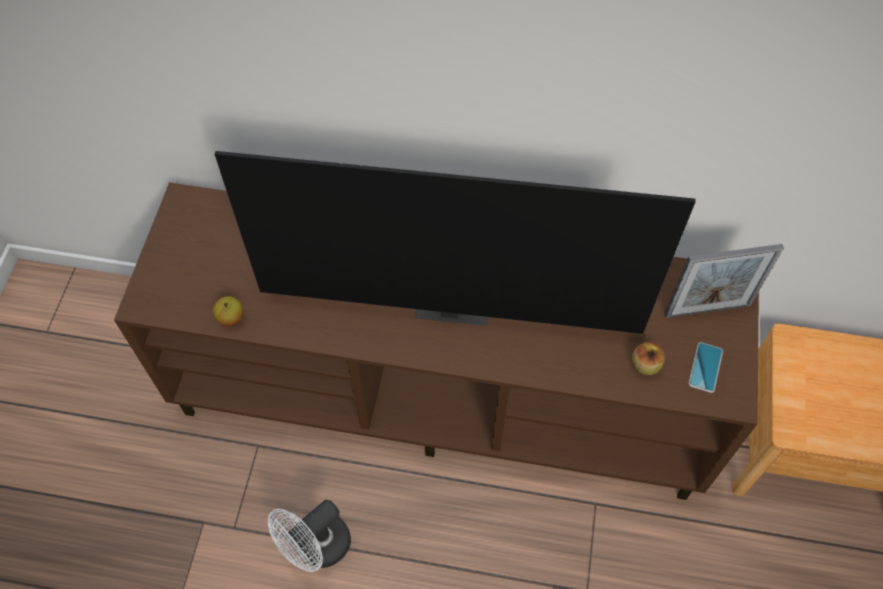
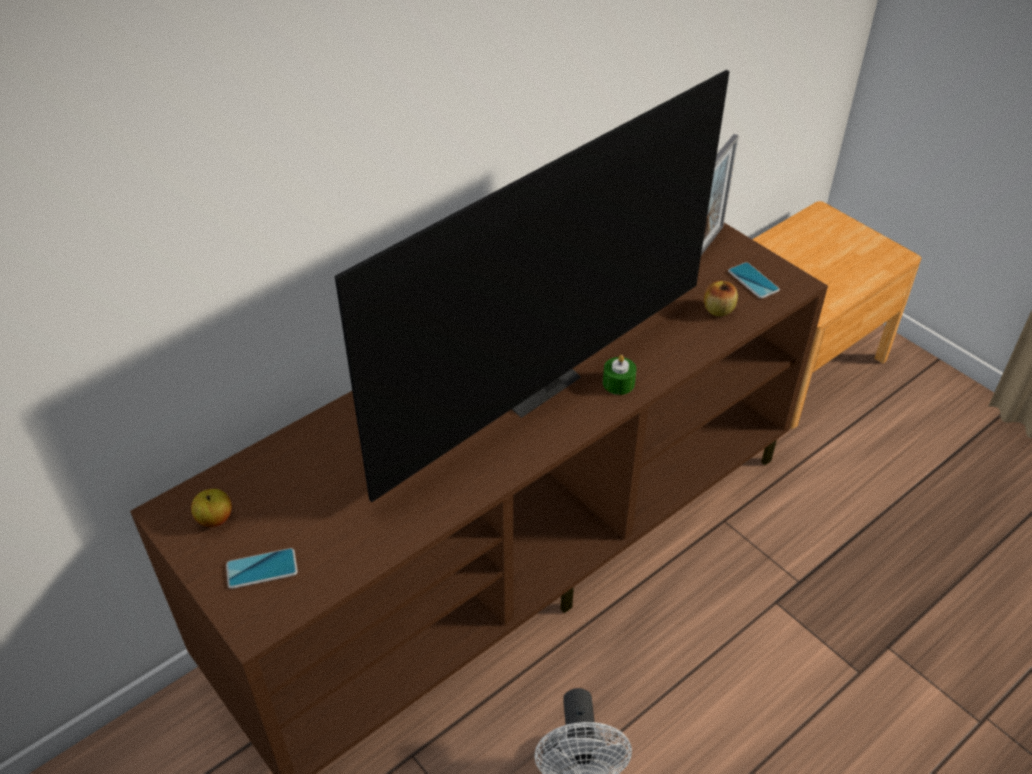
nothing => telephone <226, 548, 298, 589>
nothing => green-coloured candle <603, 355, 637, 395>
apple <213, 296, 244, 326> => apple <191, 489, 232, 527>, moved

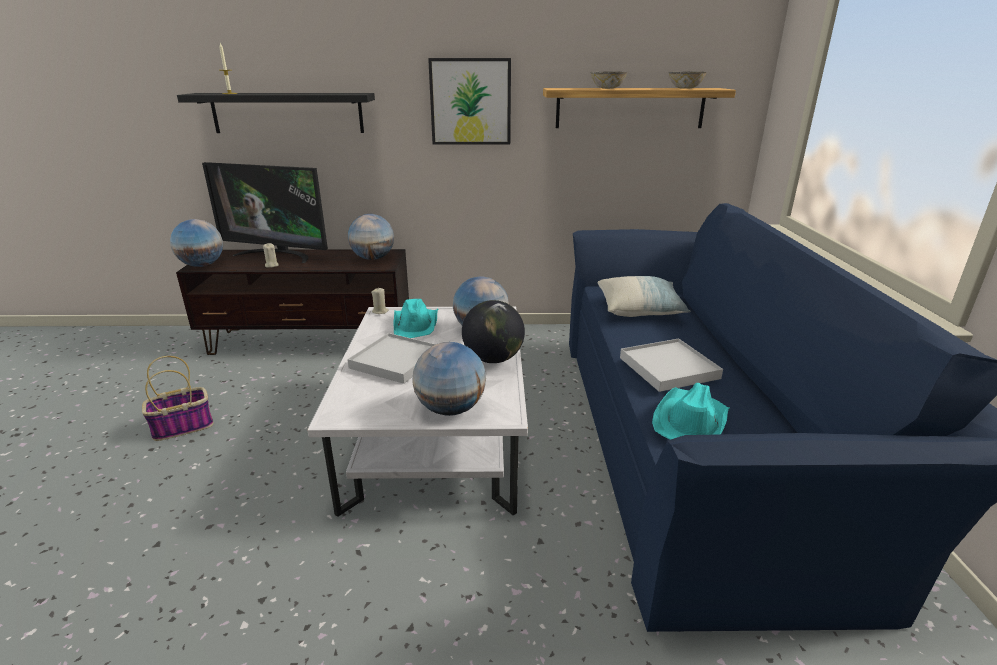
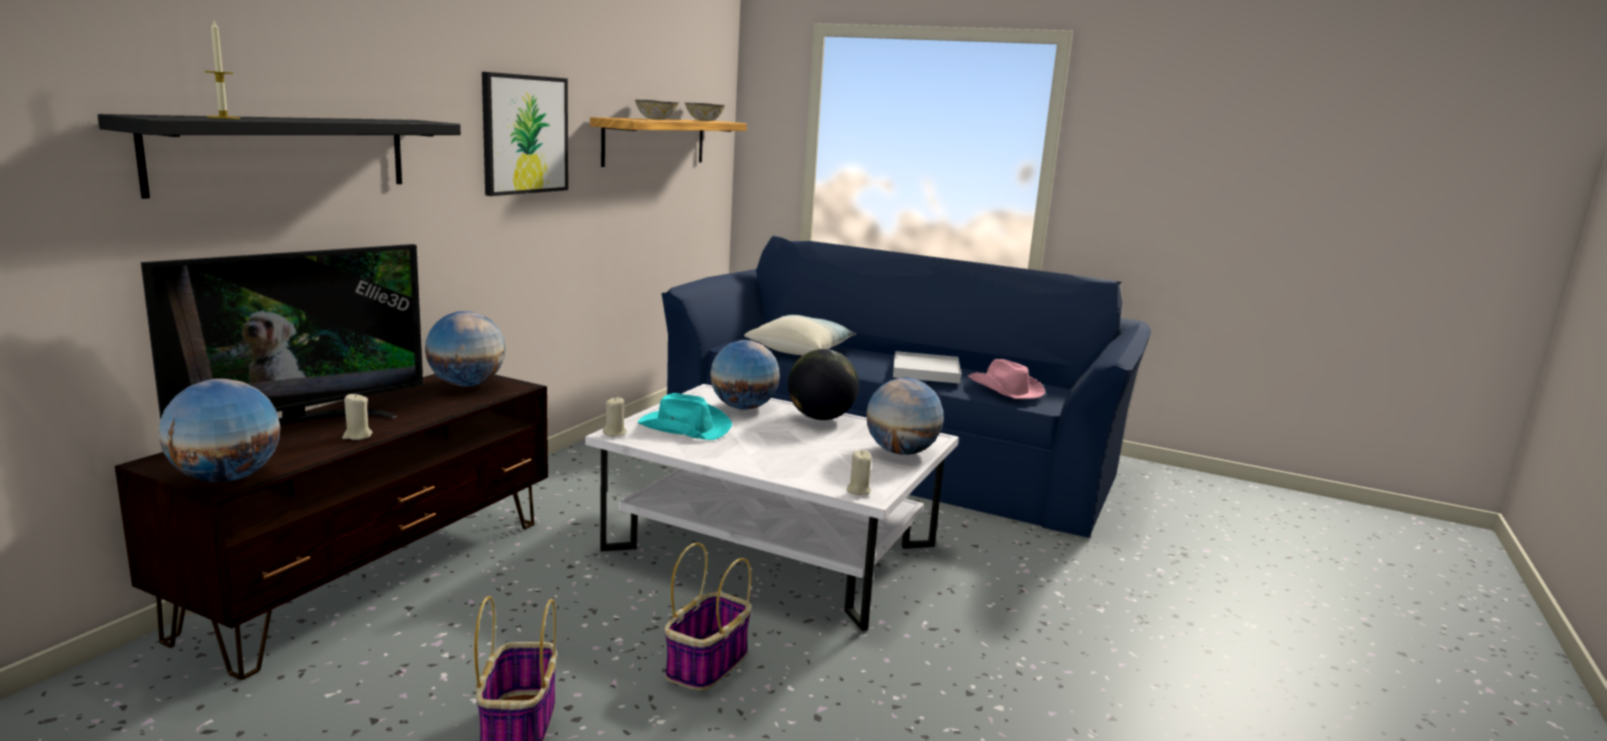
whitish tray <347, 333, 436, 384> => nothing
nothing => basket <665, 543, 752, 691>
nothing => beige candle <847, 450, 872, 495>
turquoise-coloured clothing hat <652, 383, 730, 440> => pink-coloured clothing hat <968, 359, 1045, 399>

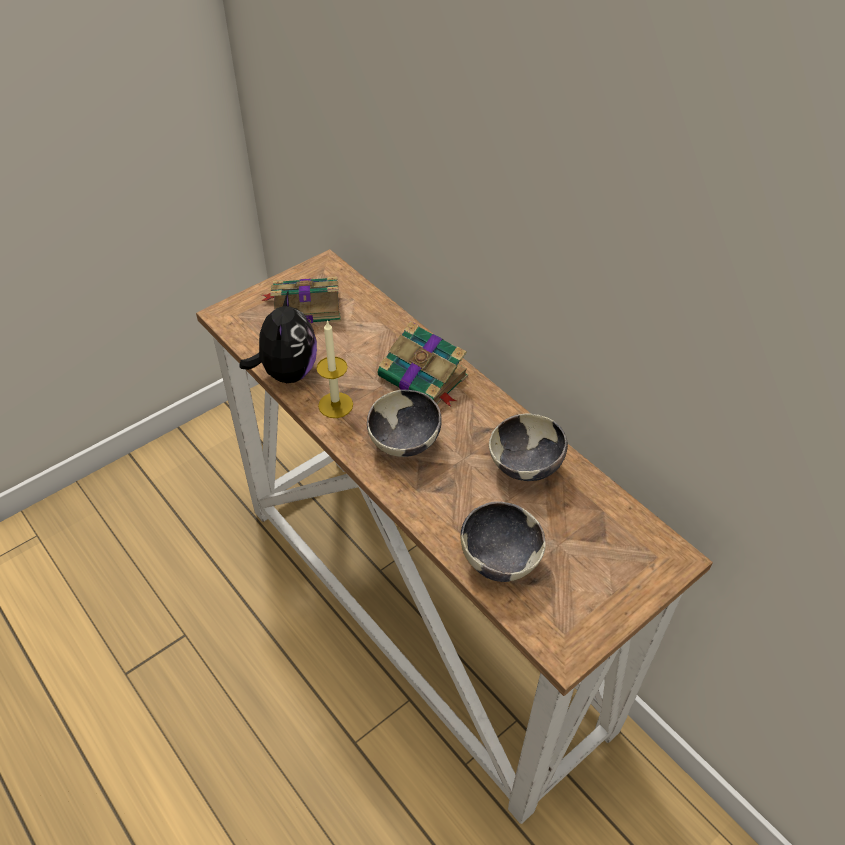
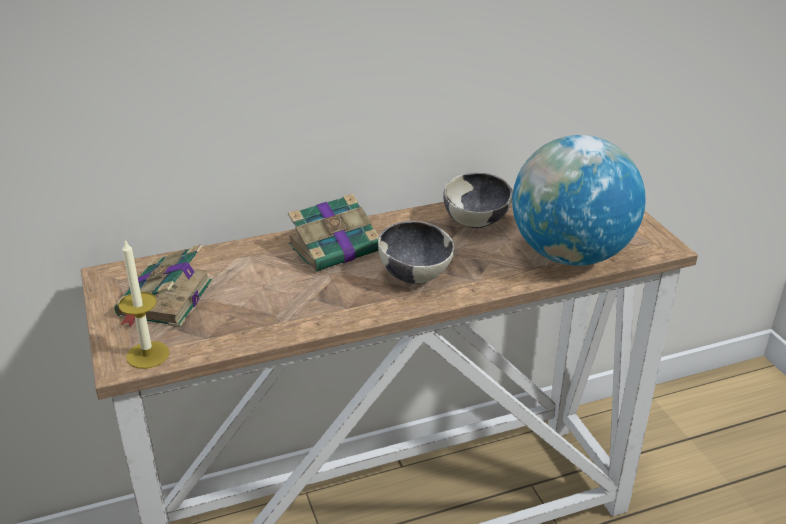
soft toy <240, 290, 317, 383> => nothing
candle <316, 320, 353, 418> => candle <119, 239, 169, 369>, moved
bowl <460, 501, 546, 582> => desk globe <512, 135, 646, 266>

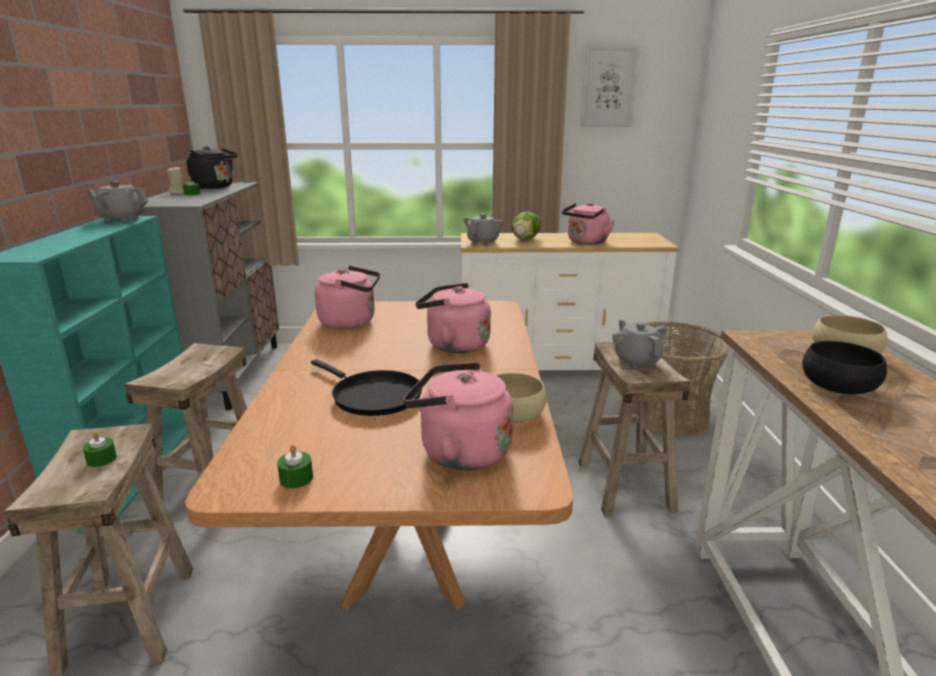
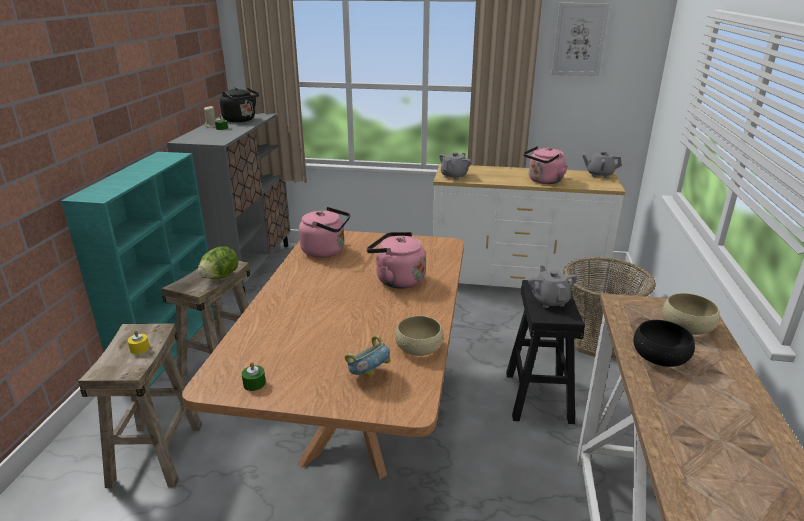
black-coloured skillet <311, 359, 422, 416> => nothing
greyish pot for tea <84, 181, 148, 222> => greyish pot for tea <582, 151, 622, 178>, moved
lettuce head <512, 211, 541, 240> => lettuce head <198, 246, 238, 279>, moved
pink-coloured kettle <404, 362, 513, 470> => bowl <345, 334, 391, 377>
green-coloured candle <83, 432, 117, 467> => yellow candle <128, 330, 150, 354>
beige stool <578, 342, 690, 516> => black-coloured stool <506, 280, 585, 424>

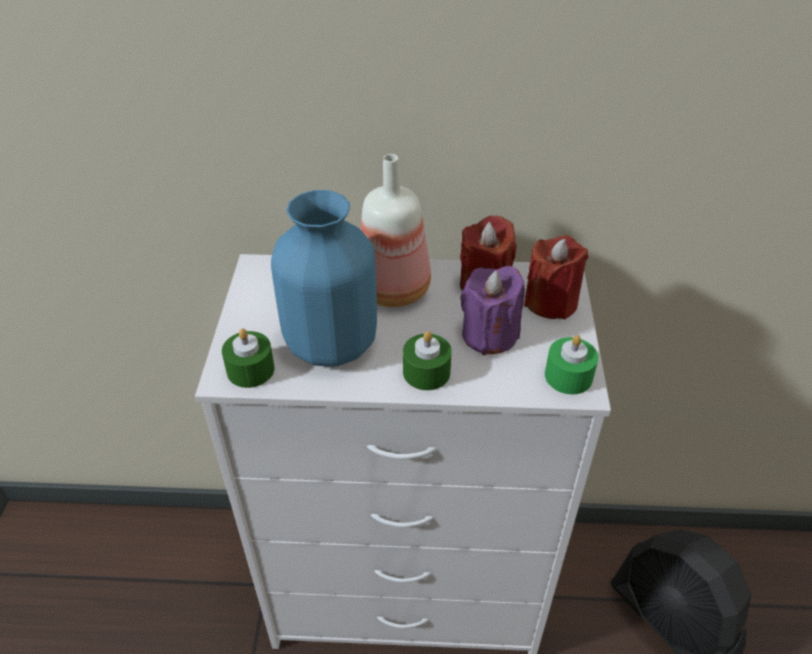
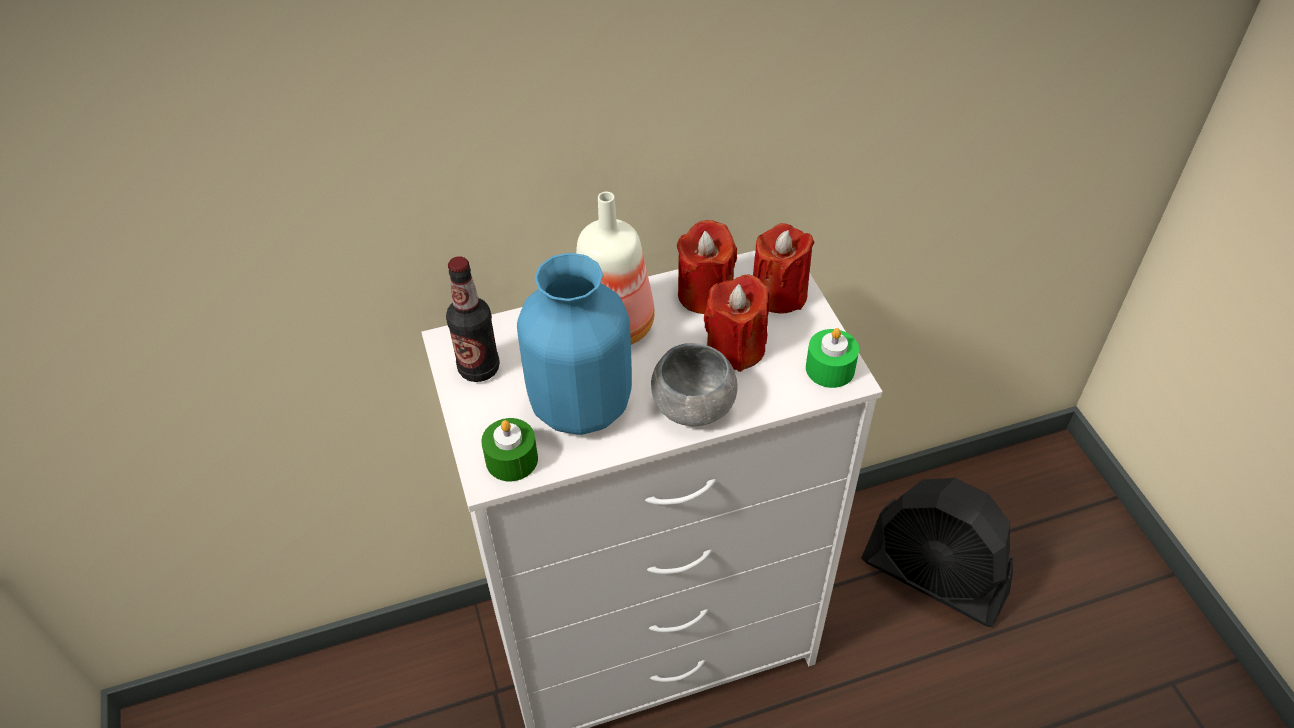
nothing => bottle <446, 256, 500, 382>
green-coloured candle <403, 331, 452, 390> => greyish bowl <651, 343, 738, 426>
purple-coloured candle <460, 266, 525, 355> => red candle <704, 275, 769, 372>

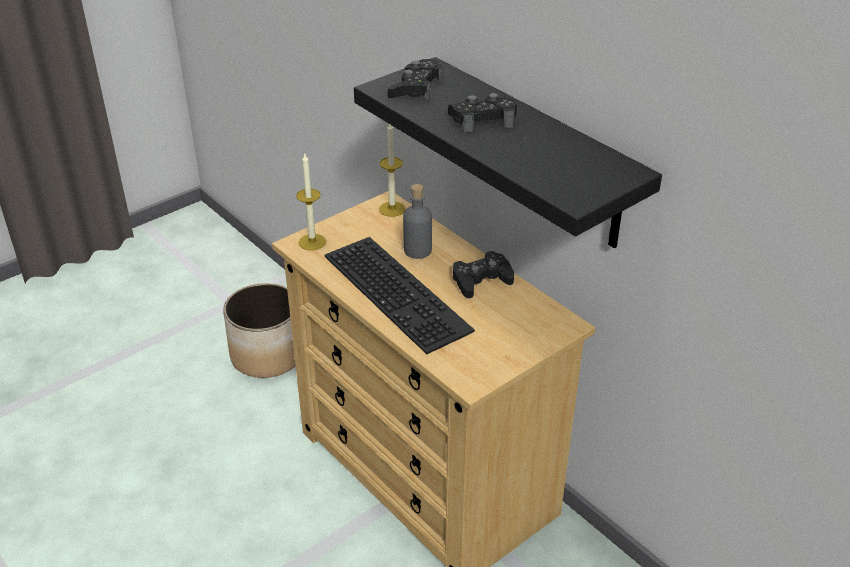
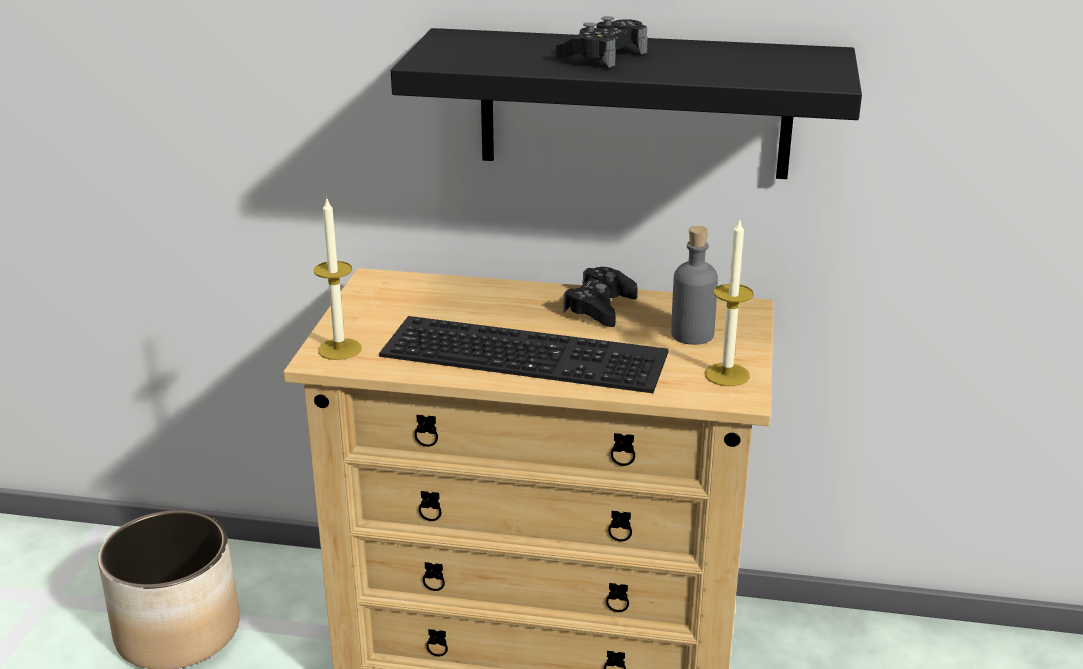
black-coloured joypad <388, 59, 444, 102> => nothing
candle <379, 124, 405, 217> => candle <704, 218, 754, 386>, moved
greyish bottle <403, 184, 432, 259> => greyish bottle <671, 226, 718, 345>, moved

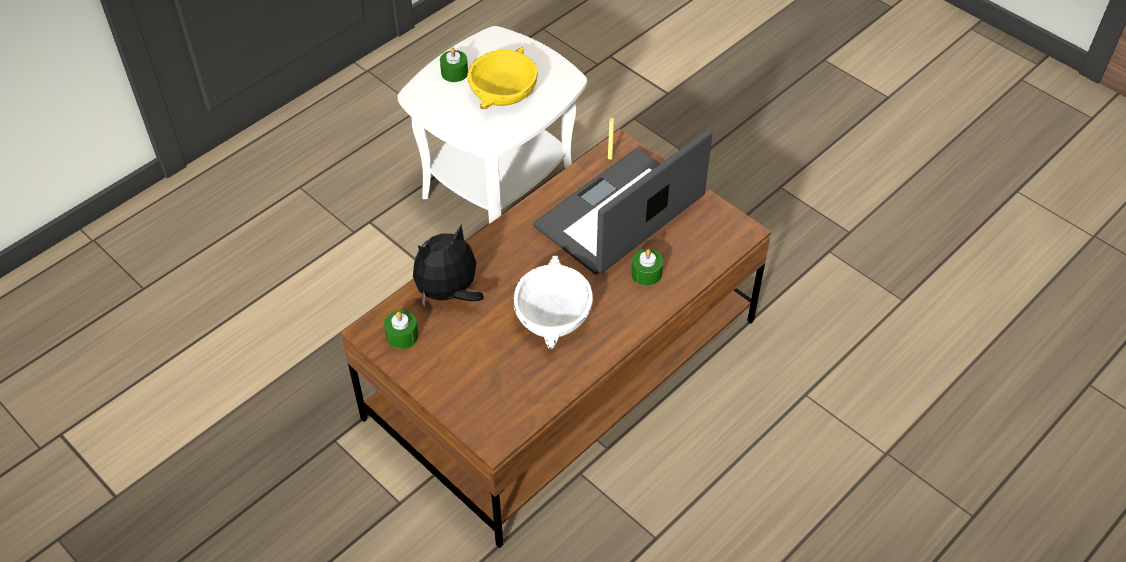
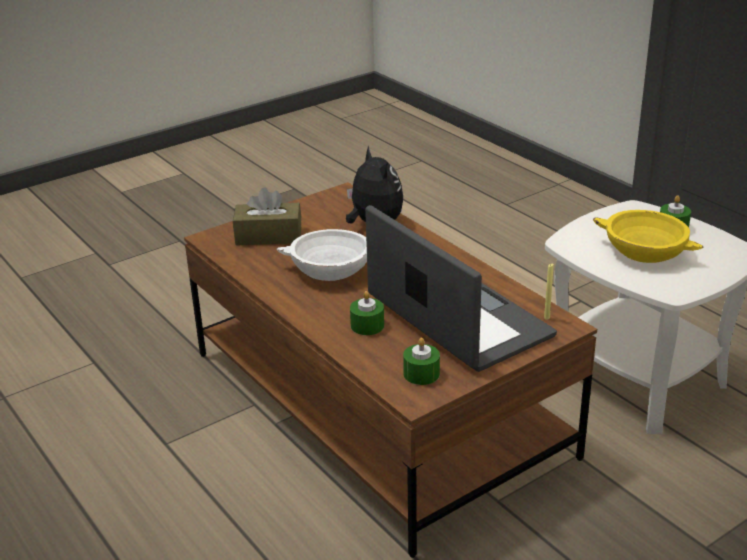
nothing => brown-coloured box of tissues <233, 187, 301, 245>
green-coloured candle <384, 310, 419, 349> => green-coloured candle <403, 338, 440, 385>, moved

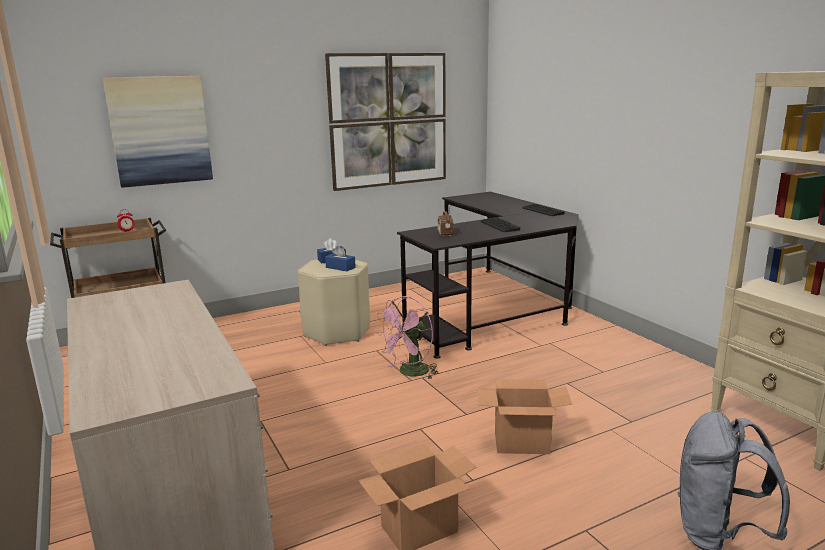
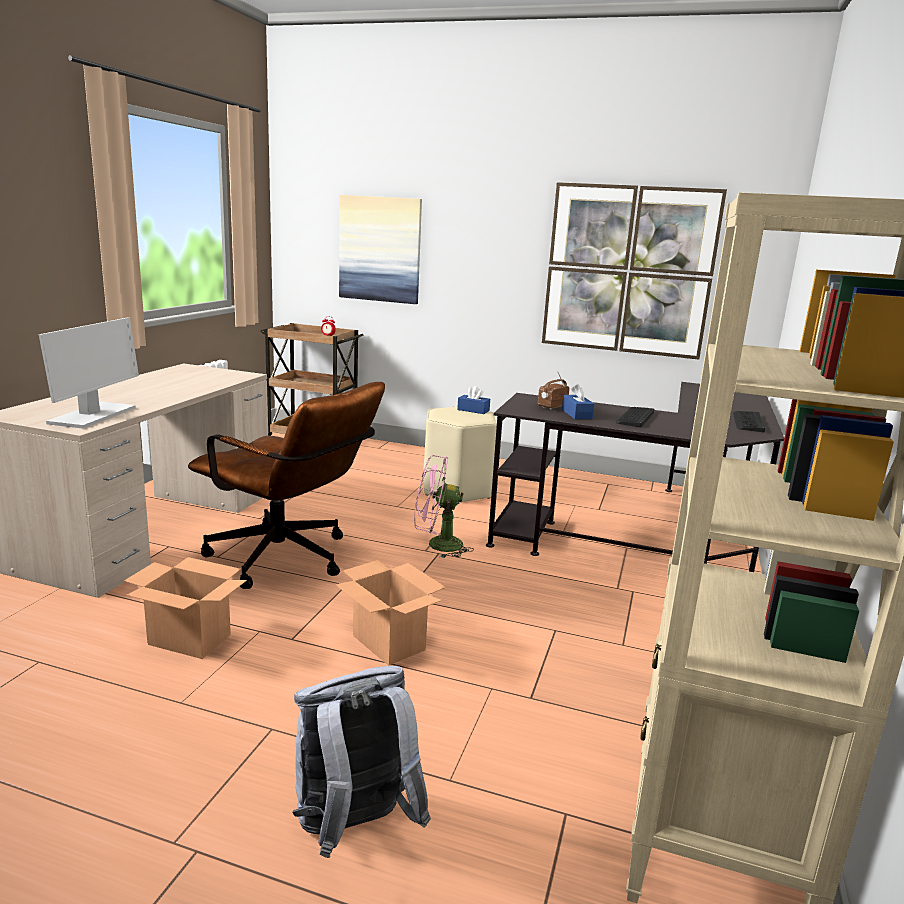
nothing => computer display <39, 318, 139, 429>
nothing => brown-coloured desk chair <188, 382, 385, 589>
bluish box of tissues <325, 246, 356, 271> => bluish box of tissues <562, 384, 594, 419>, moved

